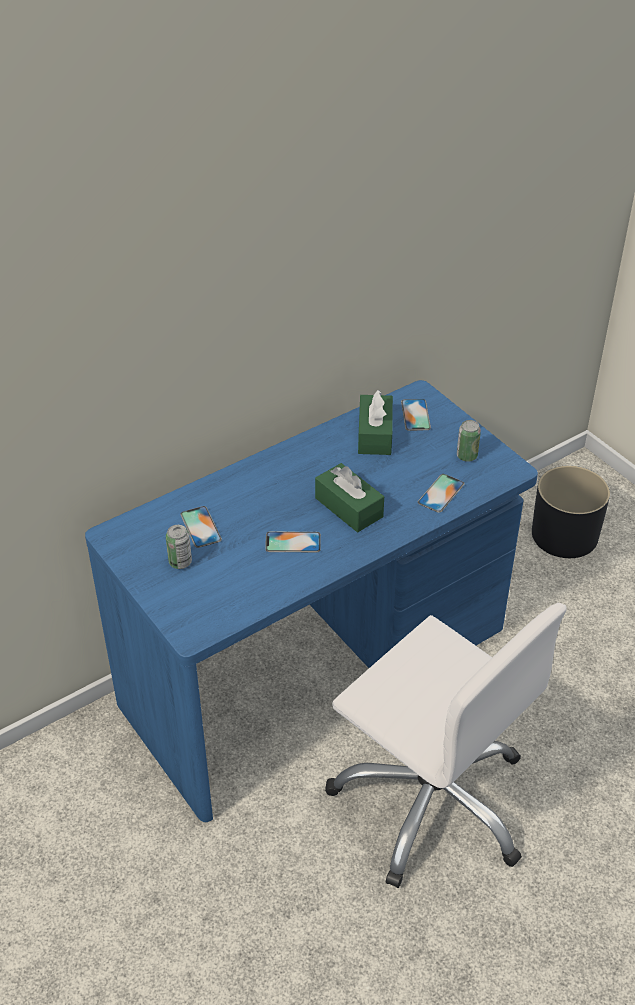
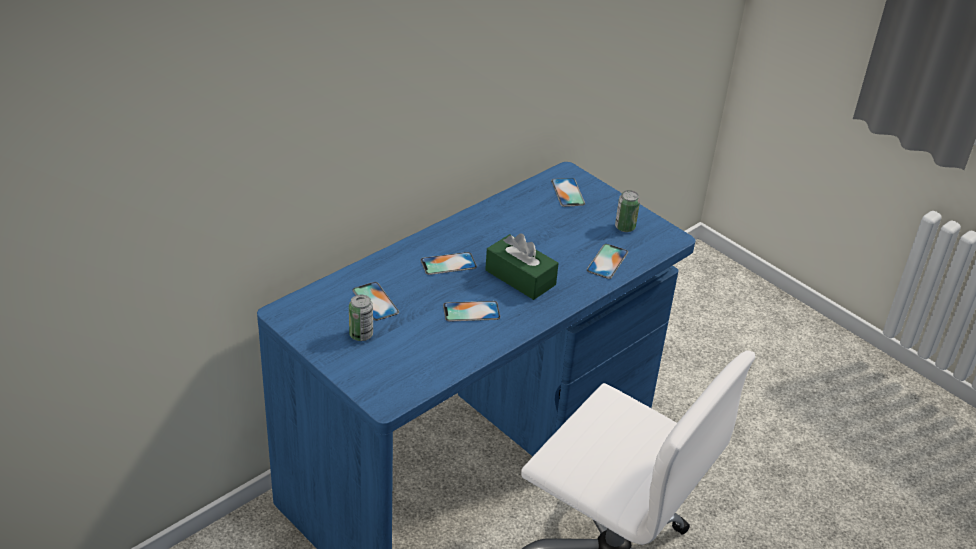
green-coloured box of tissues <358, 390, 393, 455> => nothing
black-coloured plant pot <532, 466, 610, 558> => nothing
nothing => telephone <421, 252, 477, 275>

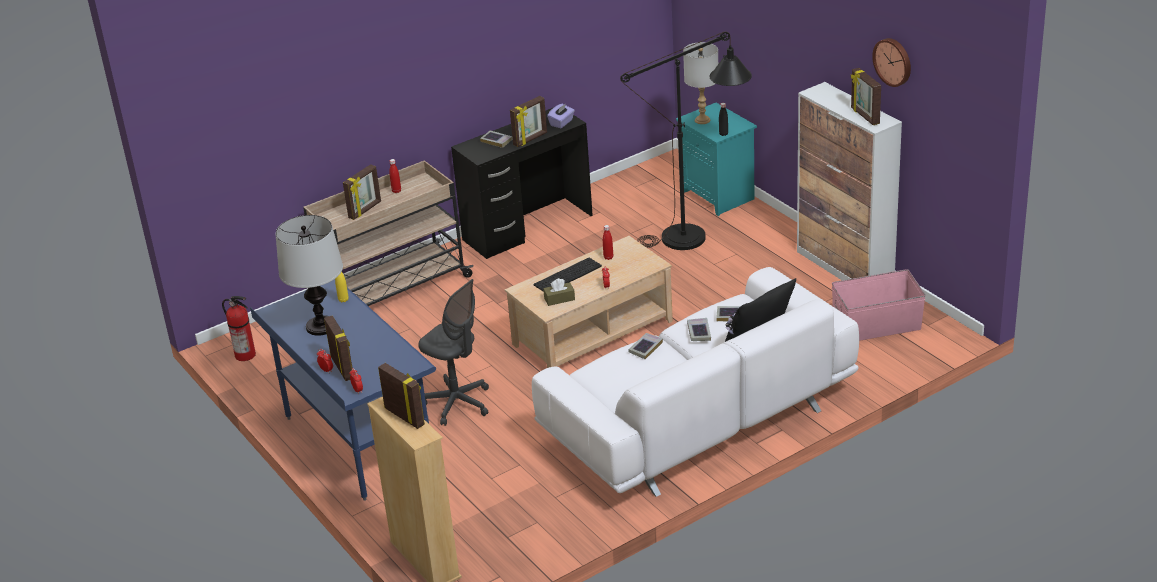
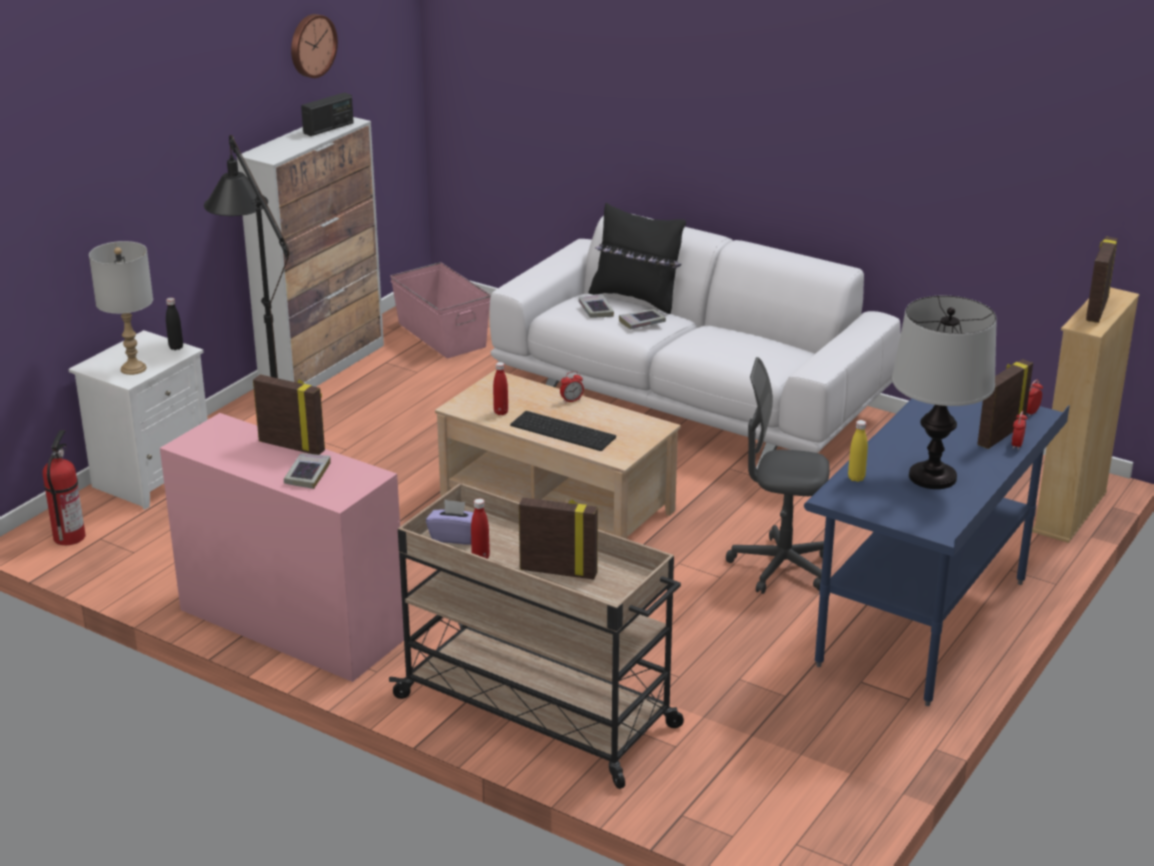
brown-coloured box of tissues <543, 278, 575, 306> => nothing
bound book <628, 333, 663, 359> => nothing
extinguisher <222, 296, 256, 361> => extinguisher <43, 430, 85, 545>, moved
purple-coloured box of tissues <547, 104, 575, 128> => purple-coloured box of tissues <426, 499, 474, 544>, moved
standing frame <851, 68, 881, 125> => radio <301, 92, 354, 136>
black-coloured desk table <451, 107, 593, 259> => pink-coloured desk table <160, 413, 404, 682>
turquoise-coloured night table <676, 103, 757, 216> => whitish night table <68, 330, 208, 510>
greyish desk chair <418, 279, 489, 426> => greyish desk chair <726, 357, 830, 594>, 90 degrees counterclockwise

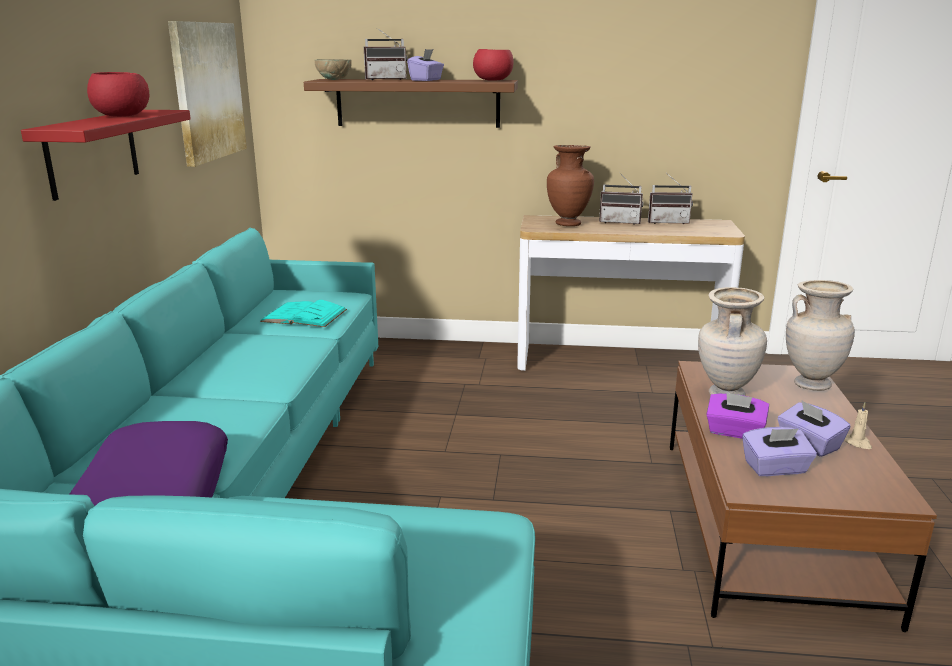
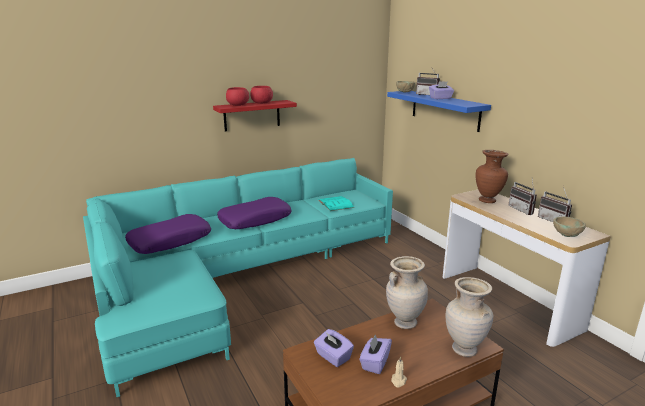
picture <168, 21, 247, 167> => nothing
purple-coloured box of tissues <706, 392, 769, 439> => nothing
nothing => purple-coloured cushion <217, 197, 292, 229>
nothing => beige bowl <553, 216, 586, 237>
red bowl <473, 49, 513, 81> => red bowl <226, 87, 249, 106>, moved
brown-coloured bracket shelf <304, 79, 518, 128> => bluish bracket shelf <387, 91, 491, 132>

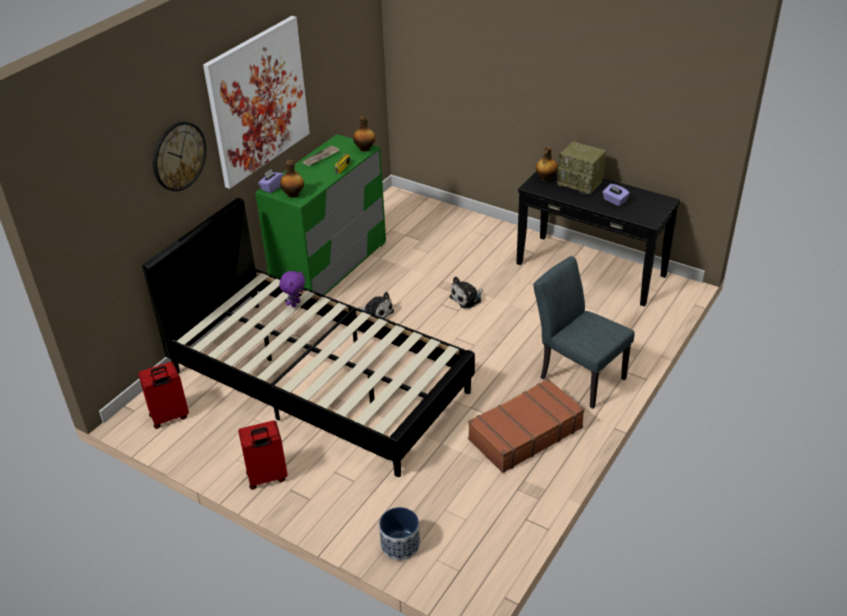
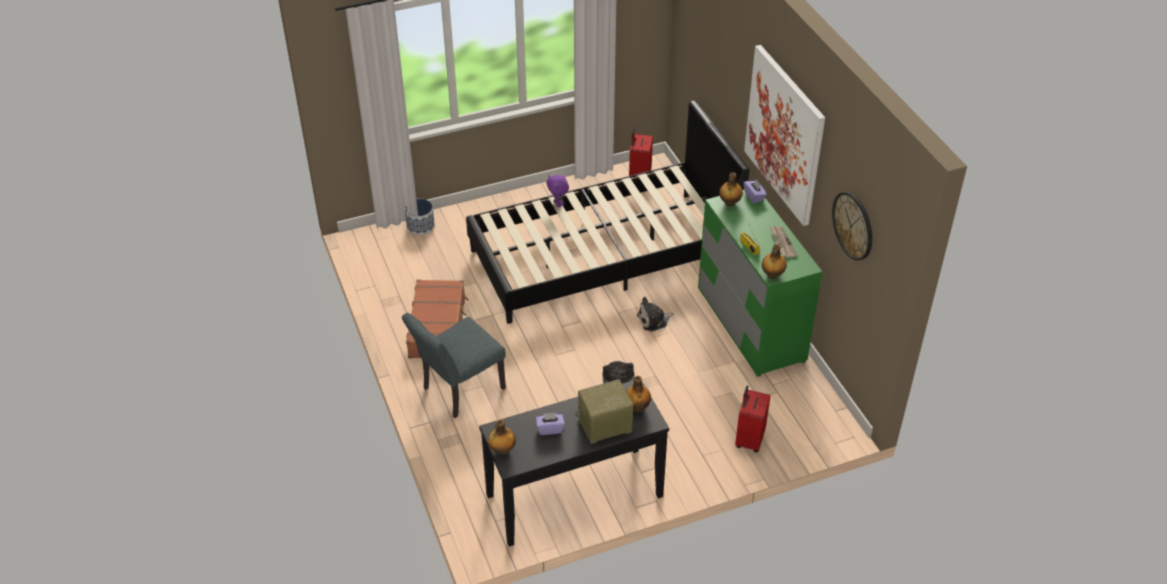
nothing => bottle <488, 419, 516, 455>
clock on the wall <153, 122, 206, 191> => clock on the wall <832, 192, 872, 261>, moved
red suitcase <238, 420, 288, 490> => red suitcase <735, 385, 771, 452>, moved
purple-coloured soft toy <279, 271, 305, 307> => purple-coloured soft toy <546, 175, 569, 207>, moved
greyish plain chair <533, 256, 634, 409> => greyish plain chair <402, 313, 506, 418>, 150 degrees clockwise

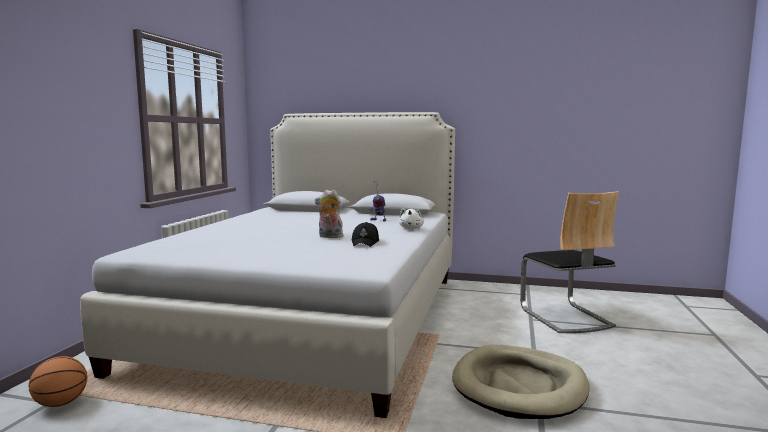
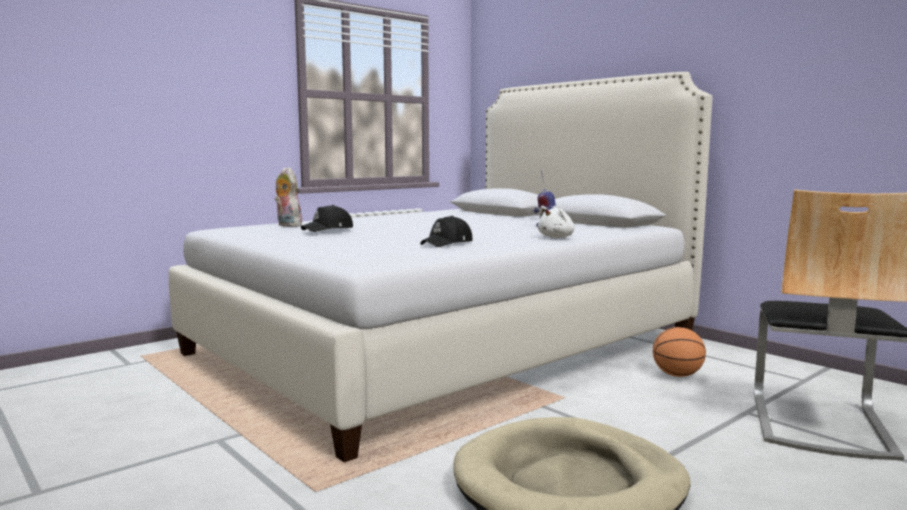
nothing => black-coloured cap <301, 205, 353, 232>
ball for basketball <29, 356, 87, 407> => ball for basketball <653, 327, 706, 377>, moved
soft toy <315, 190, 343, 238> => soft toy <275, 167, 303, 227>, moved

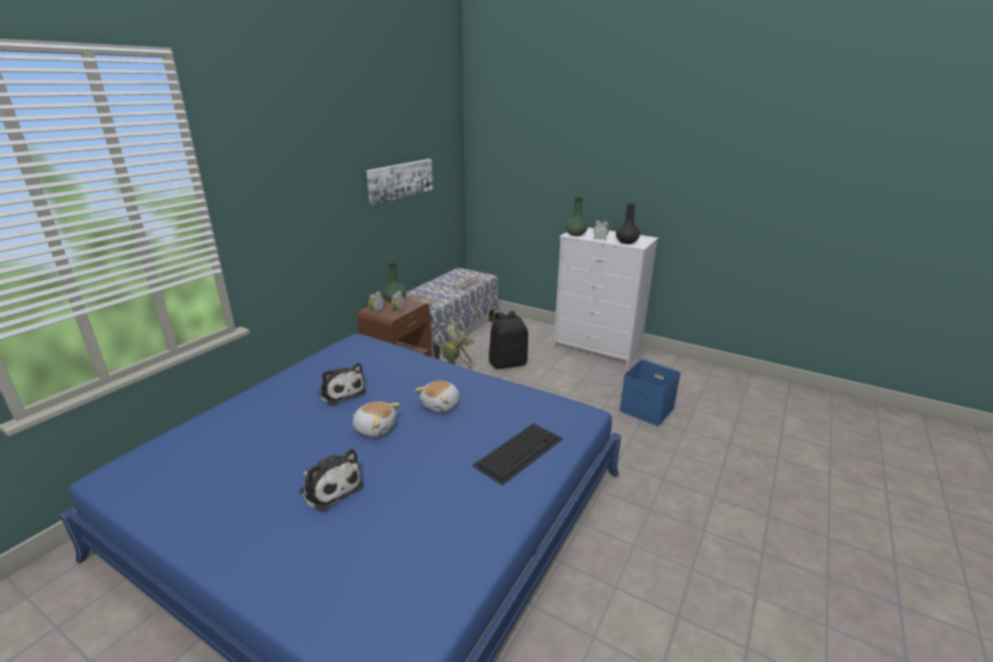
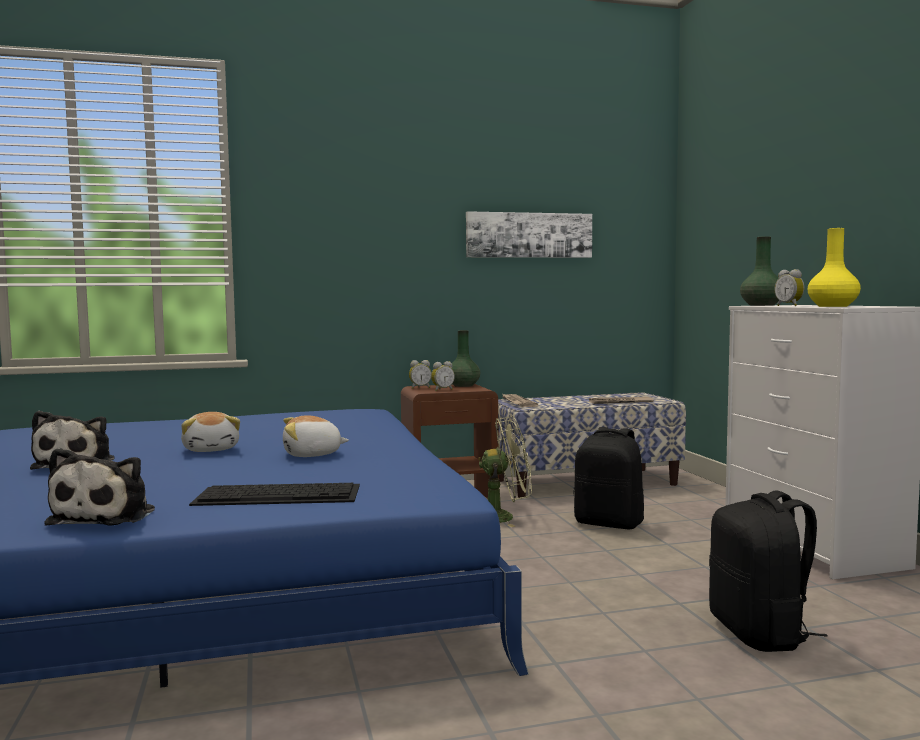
soft toy <318, 363, 366, 406> => soft toy <44, 448, 155, 526>, moved
bluish storage container <619, 360, 681, 426> => black-coloured knapsack <709, 490, 828, 652>
black-coloured vase <616, 203, 640, 244> => yellow vase <807, 228, 861, 307>

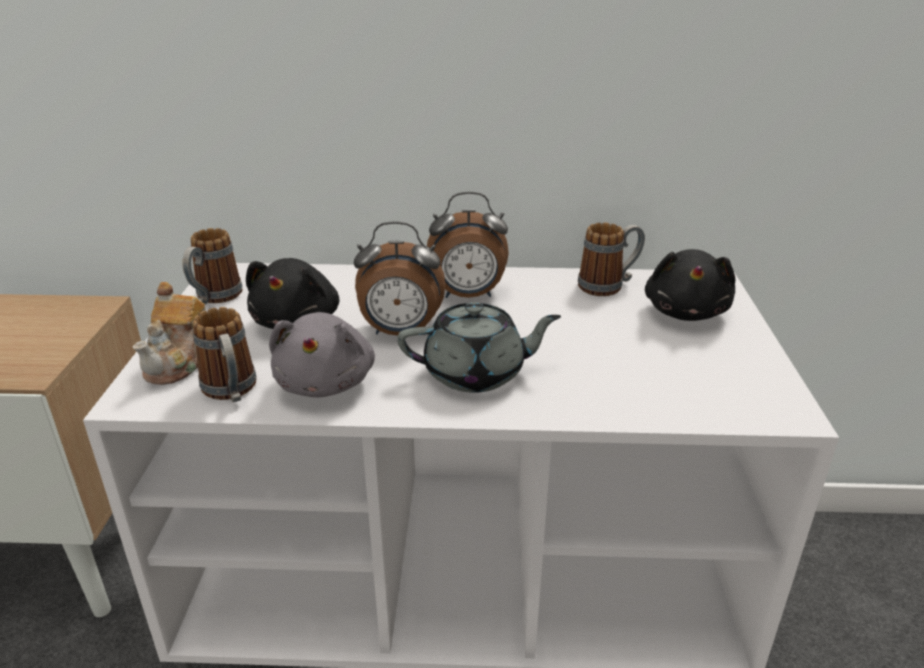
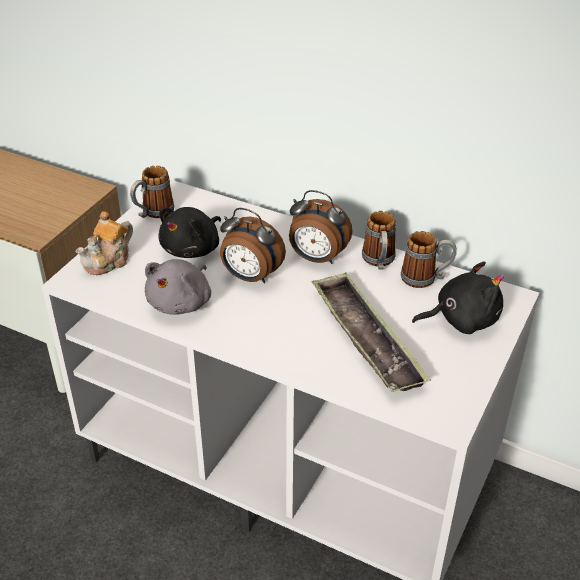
greyish pot for tea <397, 302, 561, 393> => nothing
nothing => tray <312, 272, 431, 392>
tea mug <193, 307, 256, 402> => tea mug <362, 211, 396, 270>, moved
black-coloured soft toy <645, 249, 735, 321> => black-coloured soft toy <412, 261, 504, 334>, 135 degrees counterclockwise

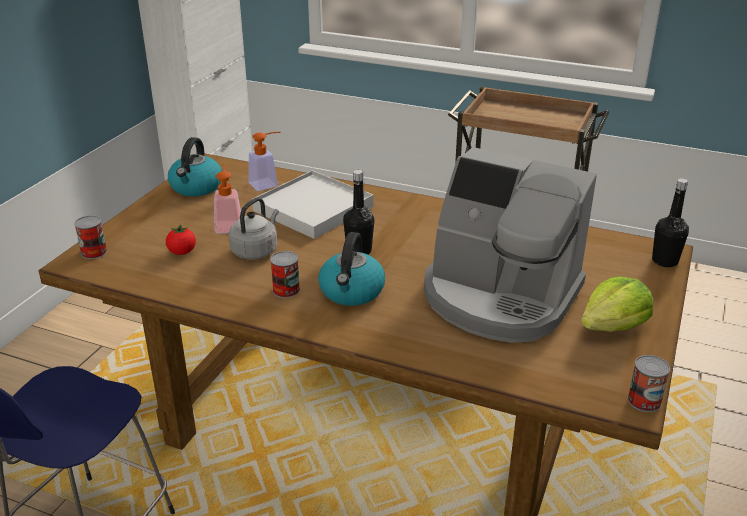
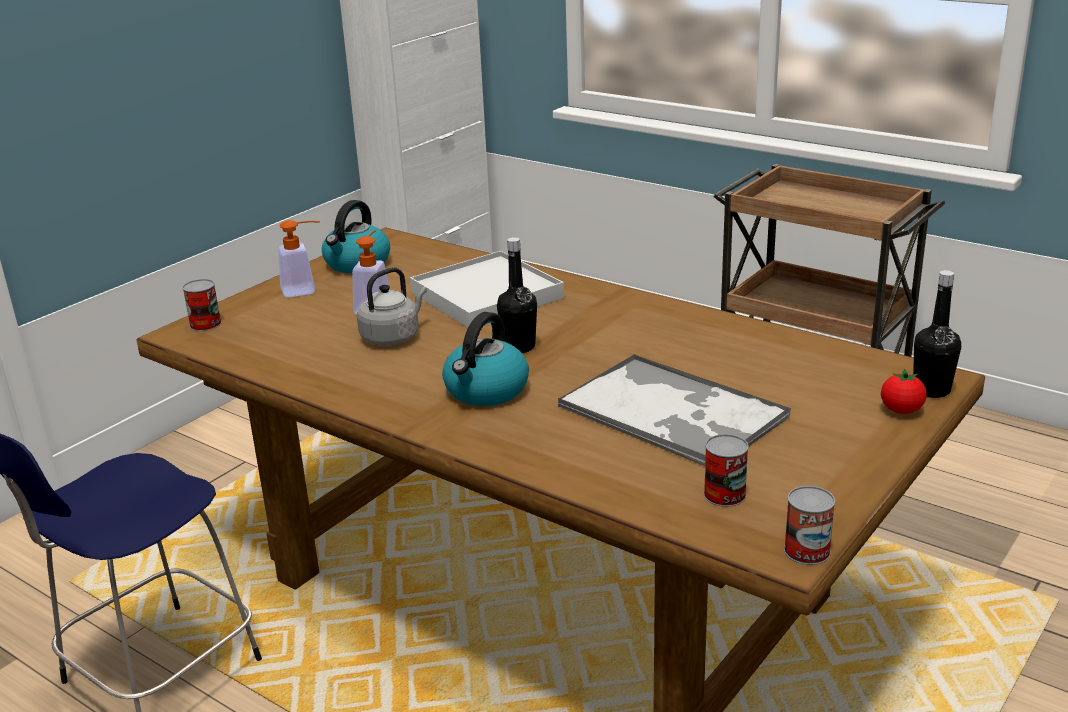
lettuce head <581, 276, 653, 332> => nothing
tomato <166, 224, 196, 255> => tomato <881, 369, 927, 414>, moved
soap dispenser <248, 132, 281, 191> => soap dispenser <278, 220, 320, 298>, moved
can <270, 251, 300, 298> => can <704, 434, 749, 507>, moved
coffee maker <424, 147, 597, 343> => tray <558, 354, 791, 466>

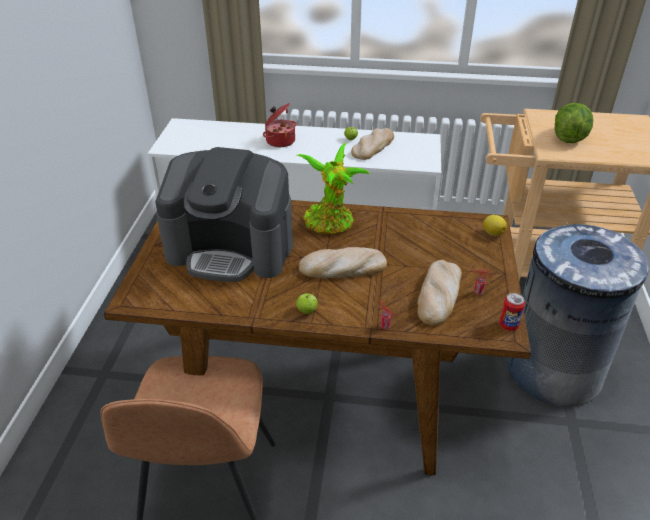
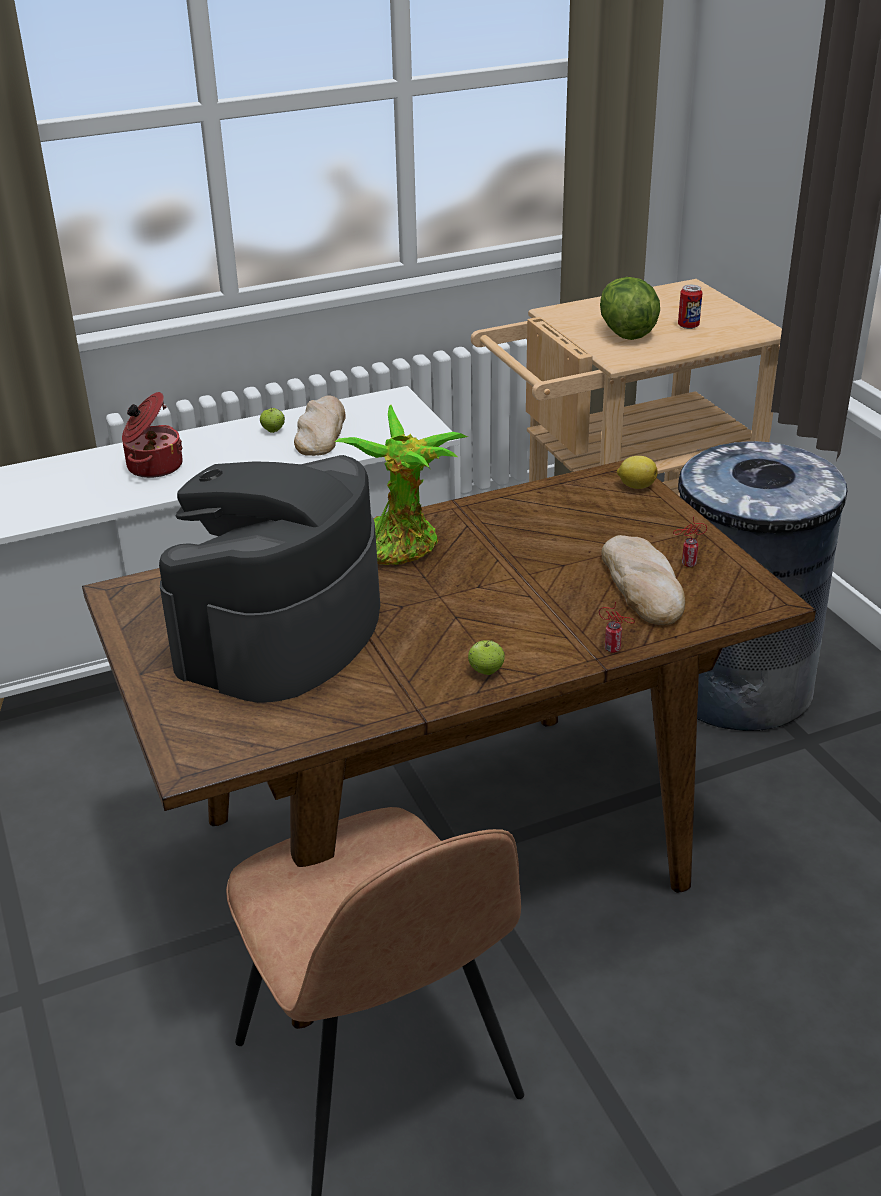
baked bread <299, 247, 387, 278> => nothing
can <499, 293, 525, 331> => can <678, 285, 703, 329>, moved
coffee maker <155, 147, 293, 282> => coffee maker <159, 455, 380, 703>, 135 degrees clockwise

